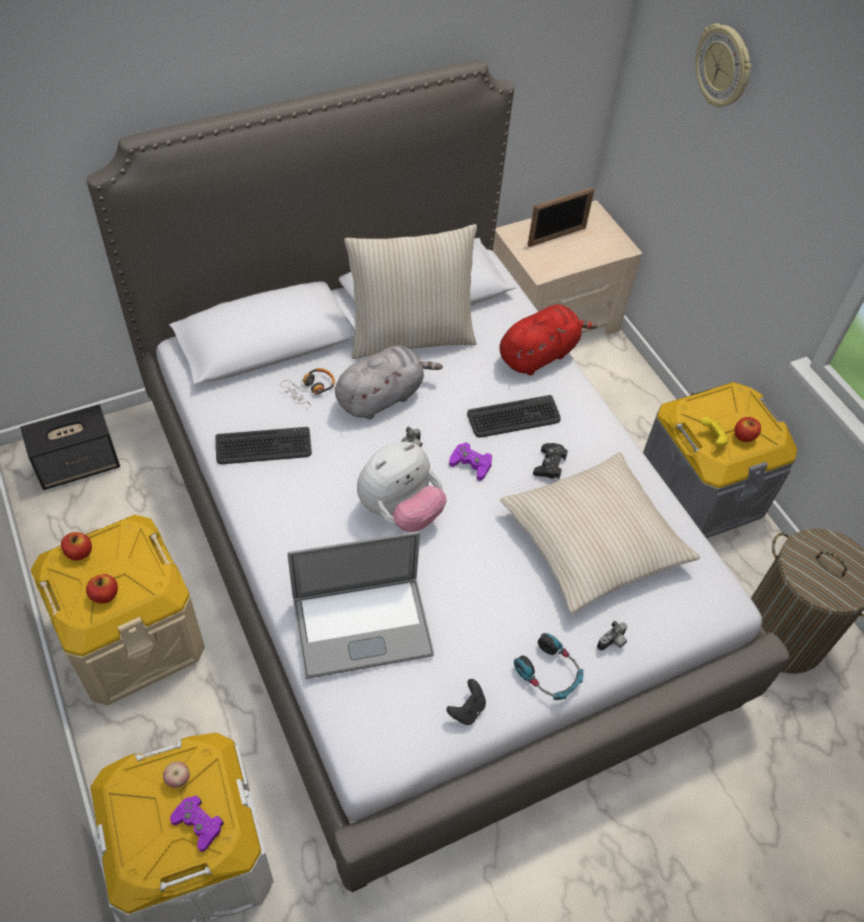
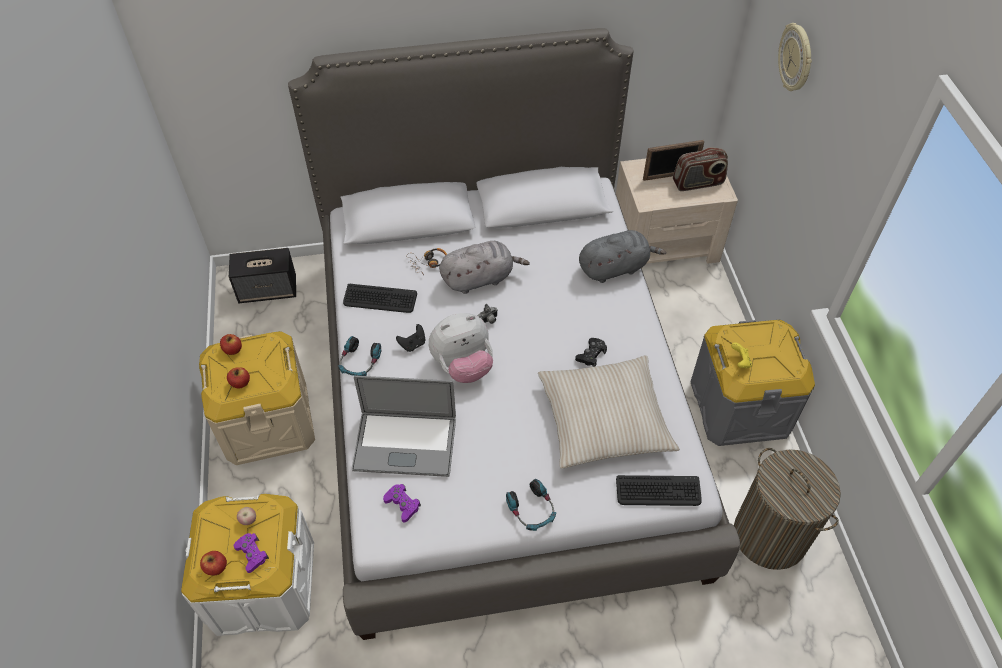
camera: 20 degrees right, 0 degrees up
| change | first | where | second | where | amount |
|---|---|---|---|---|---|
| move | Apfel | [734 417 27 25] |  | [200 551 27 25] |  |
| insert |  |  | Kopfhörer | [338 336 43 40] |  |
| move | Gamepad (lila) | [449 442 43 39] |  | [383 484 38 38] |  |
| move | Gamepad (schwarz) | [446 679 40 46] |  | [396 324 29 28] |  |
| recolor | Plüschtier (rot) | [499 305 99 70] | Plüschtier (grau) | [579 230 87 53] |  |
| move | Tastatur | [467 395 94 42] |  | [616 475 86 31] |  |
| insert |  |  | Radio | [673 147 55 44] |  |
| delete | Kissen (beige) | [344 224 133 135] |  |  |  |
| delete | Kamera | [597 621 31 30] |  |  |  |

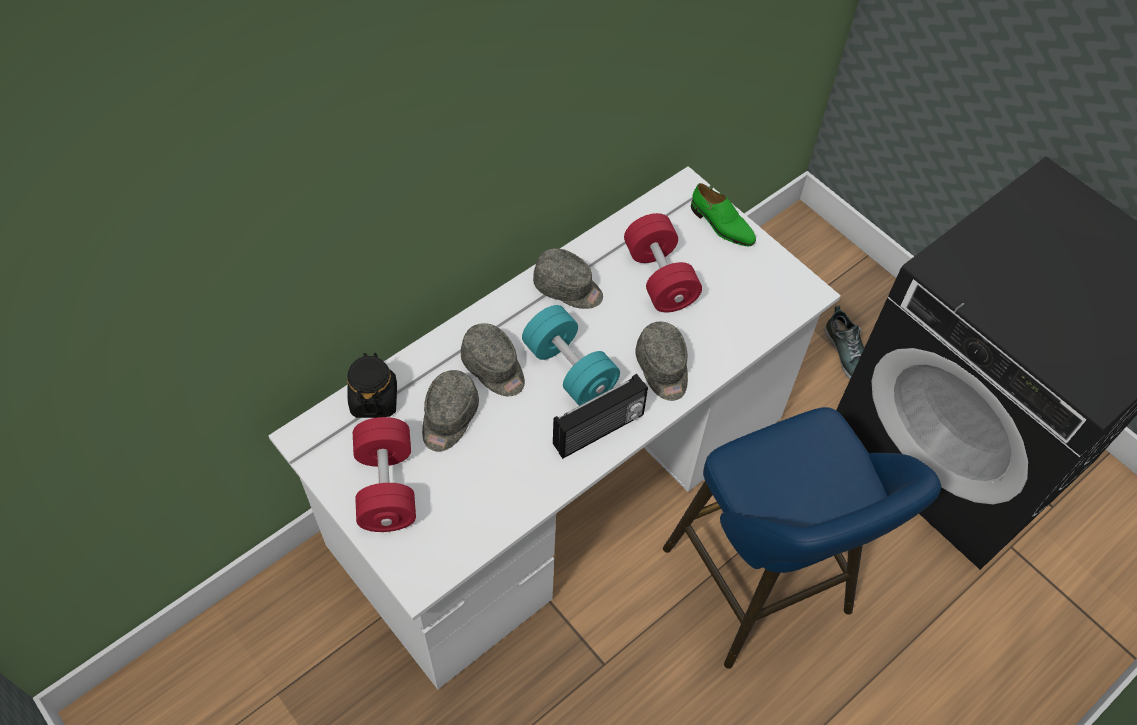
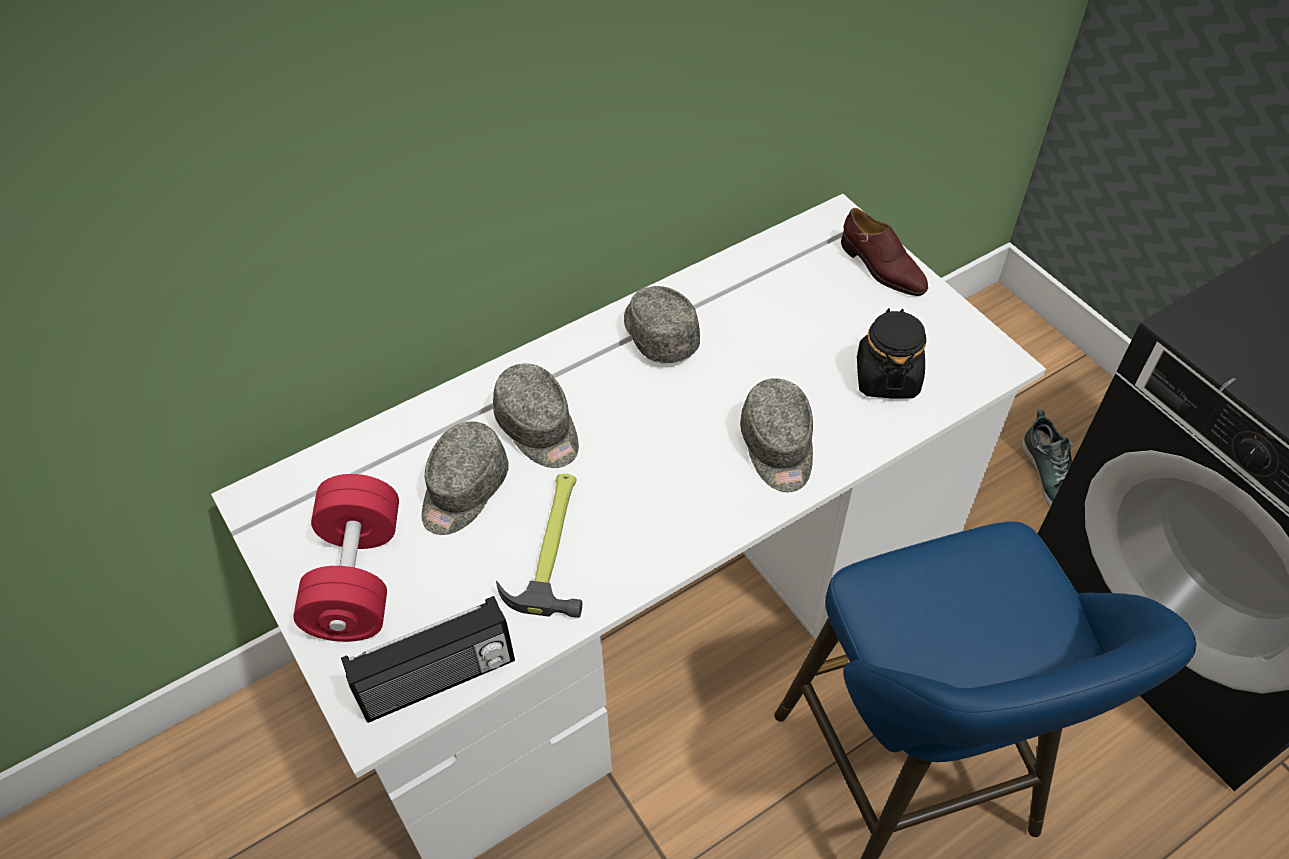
camera: 10 degrees right, 5 degrees down
| change | first | where | second | where | amount |
|---|---|---|---|---|---|
| move | Radio | [553 374 95 85] |  | [341 596 174 127] |  |
| insert |  |  | Hammer | [496 474 86 144] |  |
| rotate | Kappe (grau) | [533 248 70 61] |  | [624 286 76 77] | 150 degrees counterclockwise |
| recolor | Schuh (grün) | [691 183 65 63] | Schuh (braun) | [841 208 87 88] |  |
| move | Vorratsglas (schwarz) | [347 353 50 65] |  | [857 308 70 90] |  |
| delete | Hantel (türkis) | [522 305 98 101] |  |  |  |
| delete | Hantel (rot) | [624 213 78 100] |  |  |  |

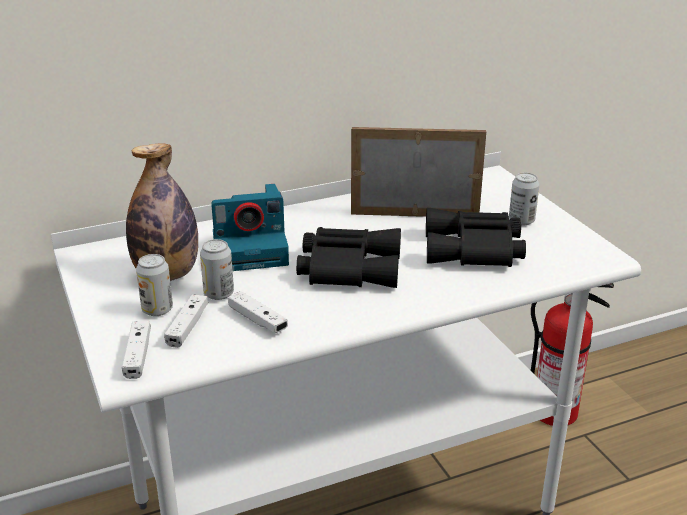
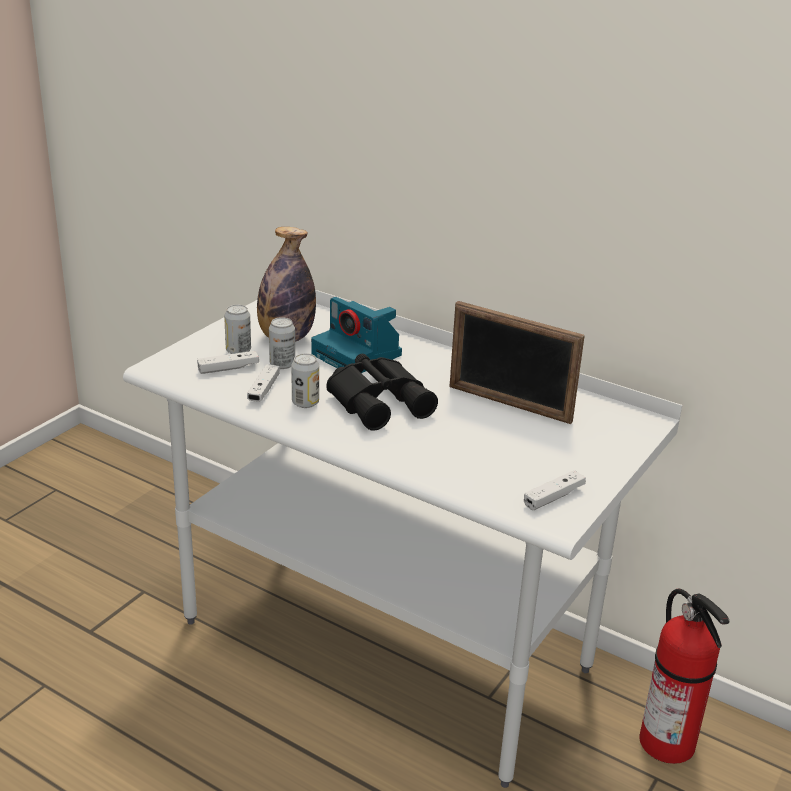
camera: 55 degrees right, 0 degrees up
| change | first | where | second | where | amount |
|---|---|---|---|---|---|
| move | Dose | [509 172 31 54] |  | [291 353 28 55] |  |
| rotate | Bilderrahmen | [351 127 135 90] |  | [449 301 136 123] | 150 degrees clockwise |
| move | Gamepad (weiß) | [122 321 29 58] |  | [524 470 62 40] |  |
| delete | Fernglas (schwarz) | [426 208 100 59] |  |  |  |

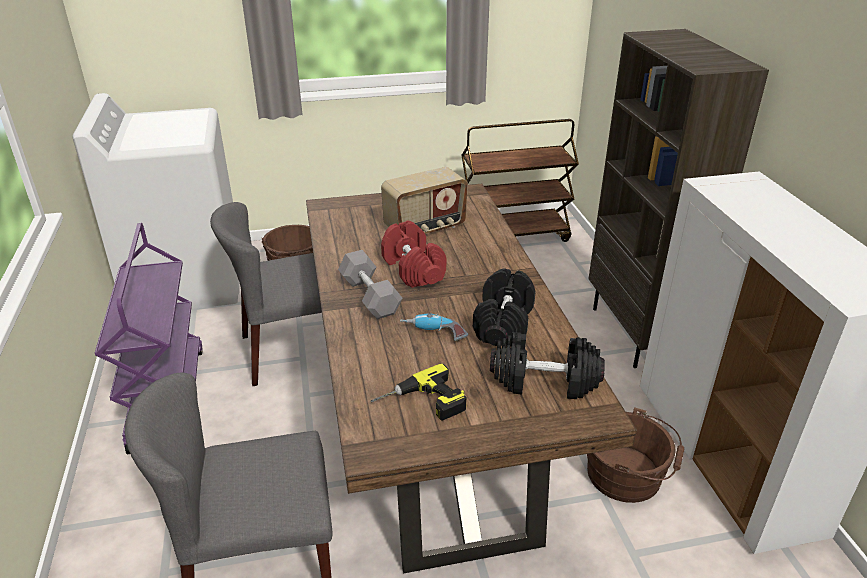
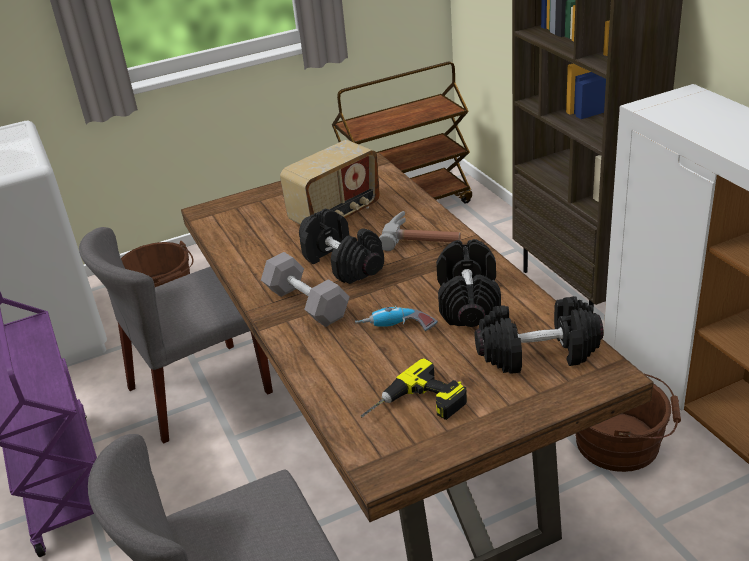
camera: 10 degrees left, 0 degrees up
| change | first | where | second | where | amount |
|---|---|---|---|---|---|
| recolor | Hantel (rot) | [381 221 65 67] | Hantel (schwarz) | [299 209 85 75] |  |
| insert |  |  | Hammer | [379 211 82 40] |  |

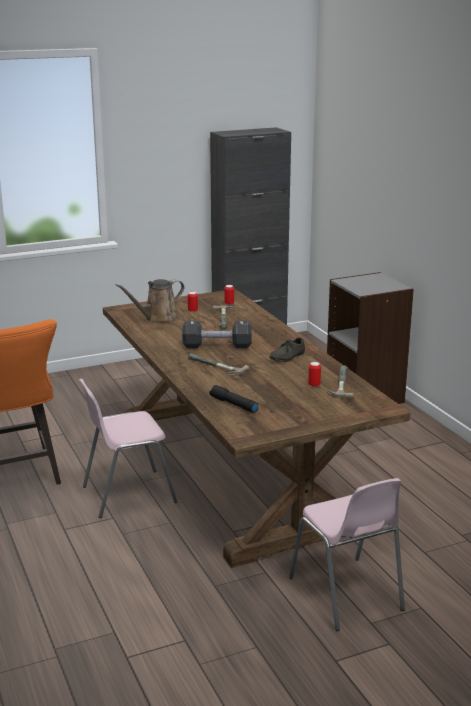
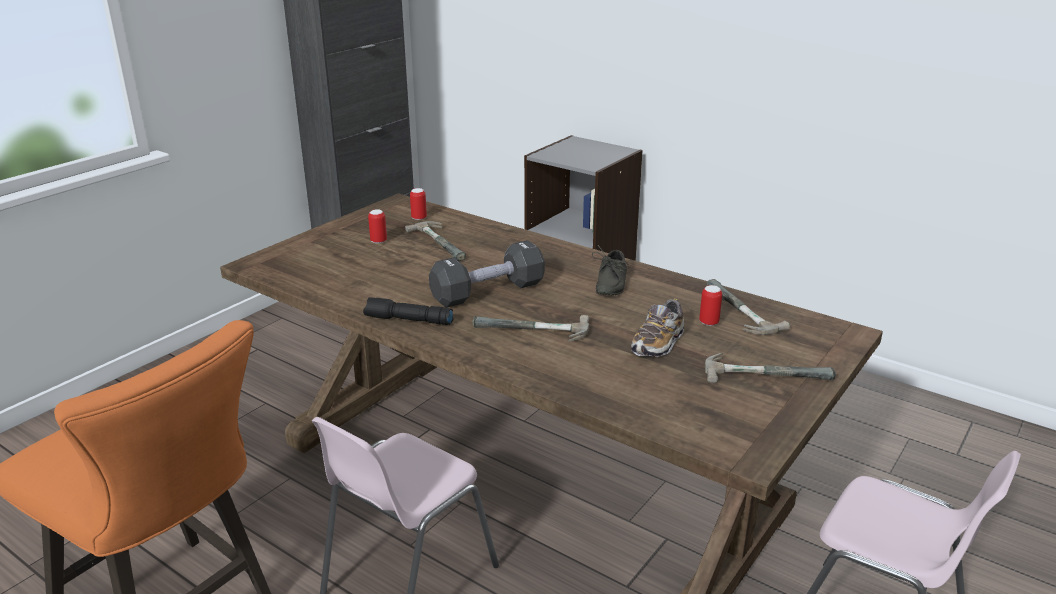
camera: 30 degrees left, 5 degrees up
| change | first | where | second | where | amount |
|---|---|---|---|---|---|
| move | Taschenlampe (schwarz) | [209 385 49 28] |  | [363 297 90 28] |  |
| insert |  |  | Schuh | [631 298 53 59] |  |
| insert |  |  | Hammer | [705 353 131 30] |  |
| delete | Gießkanne (braun) | [116 279 68 44] |  |  |  |

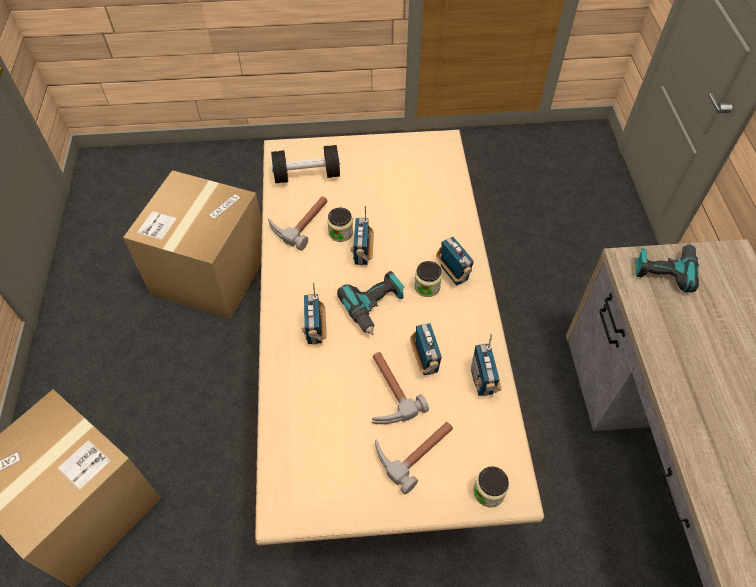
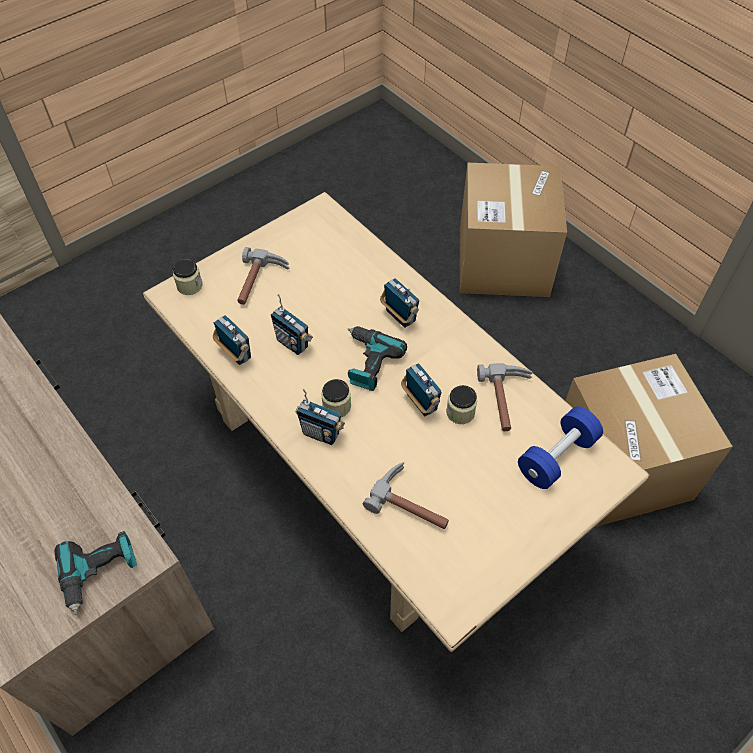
camera: 145 degrees right, 0 degrees up
| change | first | where | second | where | amount |
|---|---|---|---|---|---|
| move | Hammer | [372 352 57 72] |  | [363 462 86 67] |  |
| recolor | Hantel (schwarz) | [271 145 69 38] | Hantel (blau) | [518 406 85 83] |  |

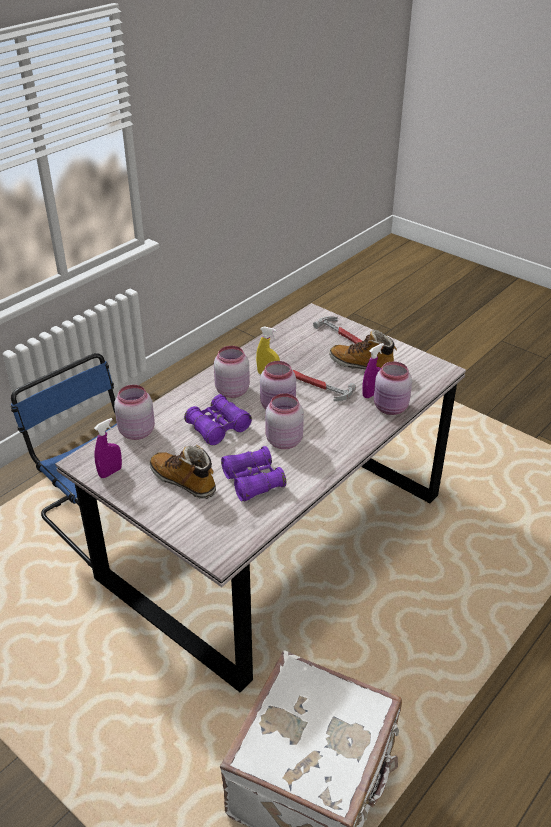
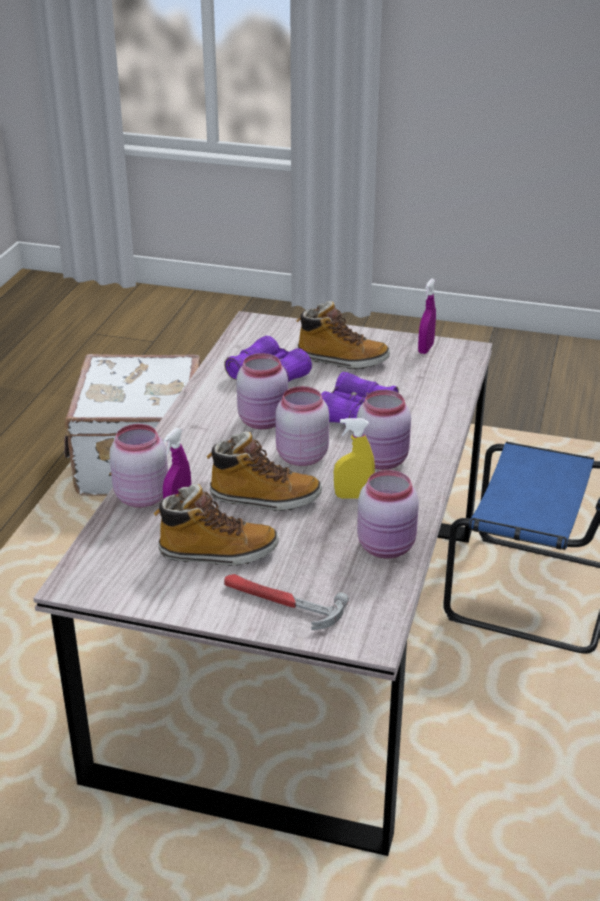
camera: 155 degrees right, 5 degrees down
| change | first | where | second | where | amount |
|---|---|---|---|---|---|
| replace | Hammer | [293 370 63 31] | Stiefel | [207 432 115 79] |  |
| move | Vorratsglas (rosa) | [114 385 41 55] |  | [357 470 62 89] |  |

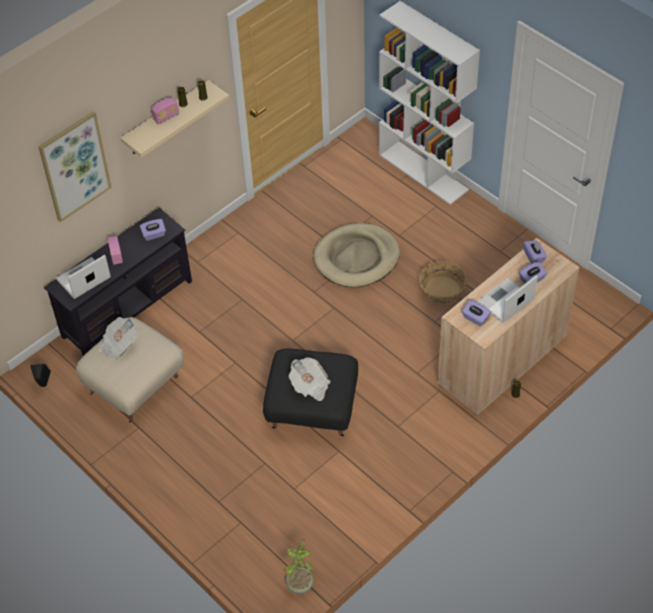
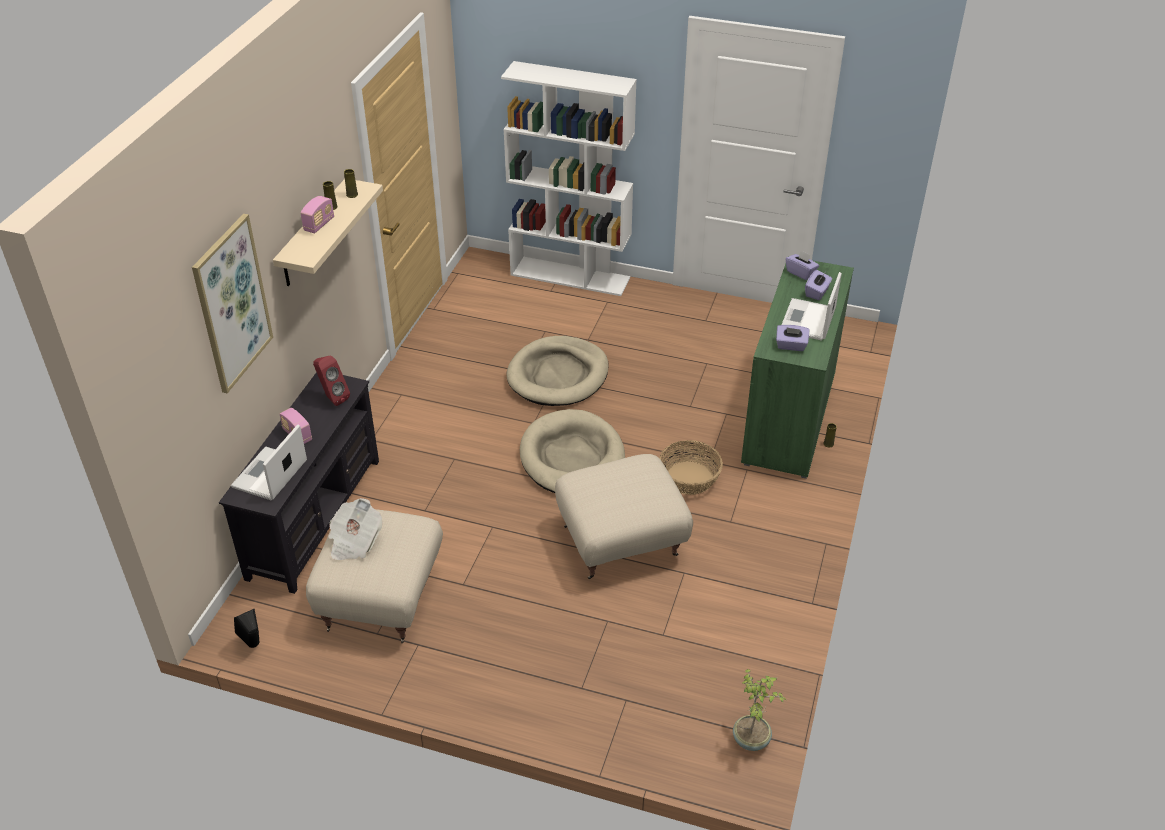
camera: 30 degrees left, 10 degrees down
| change | first | where | second | where | amount |
|---|---|---|---|---|---|
| replace | Taschentuchbox (lila) | [140 219 26 22] | Lautsprecher (rot) | [313 356 37 50] |  |
| insert |  |  | Hundebett (beige) | [520 409 105 84] |  |
| recolor | Polsterhocker (schwarz) | [263 349 95 87] | Polsterhocker (beige) | [555 454 138 125] |  |
| move | Korb | [419 261 48 43] |  | [659 440 64 55] |  |
| recolor | Schrank (beige) | [437 238 143 178] | Schrank (grün) | [741 256 113 223] |  |
| delete | Zeitung | [289 357 42 44] |  |  |  |

